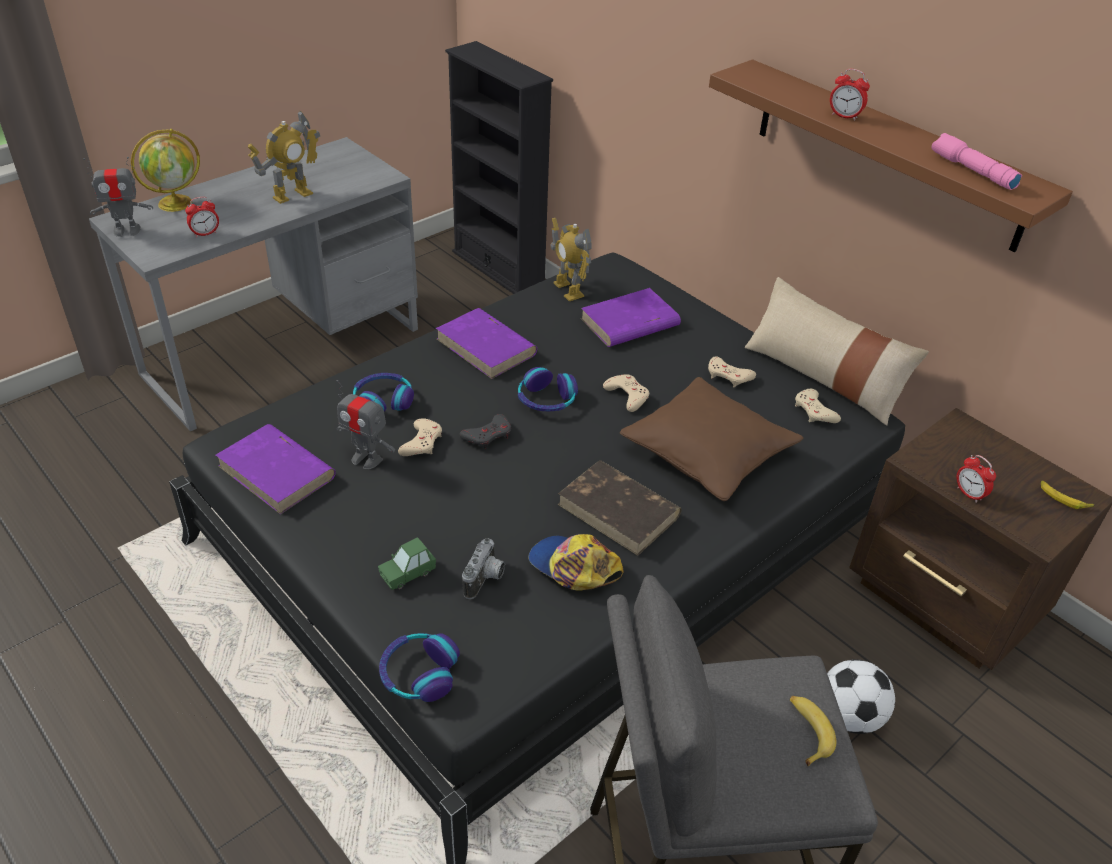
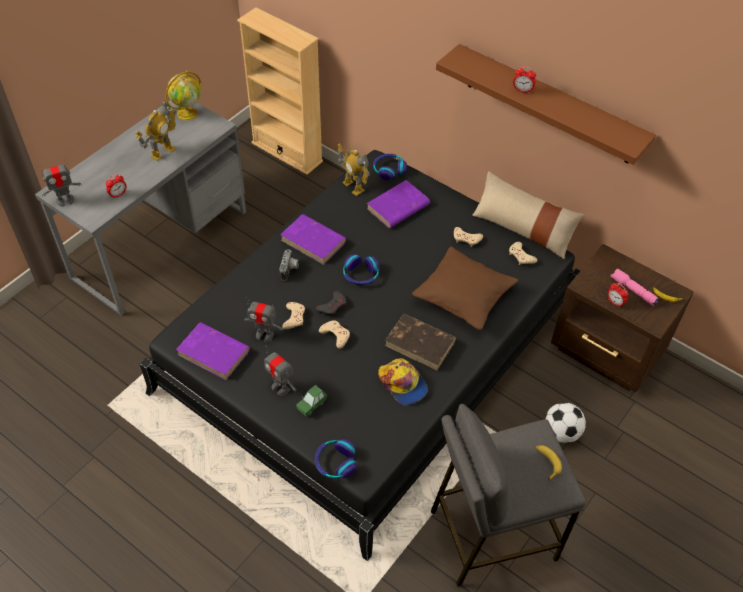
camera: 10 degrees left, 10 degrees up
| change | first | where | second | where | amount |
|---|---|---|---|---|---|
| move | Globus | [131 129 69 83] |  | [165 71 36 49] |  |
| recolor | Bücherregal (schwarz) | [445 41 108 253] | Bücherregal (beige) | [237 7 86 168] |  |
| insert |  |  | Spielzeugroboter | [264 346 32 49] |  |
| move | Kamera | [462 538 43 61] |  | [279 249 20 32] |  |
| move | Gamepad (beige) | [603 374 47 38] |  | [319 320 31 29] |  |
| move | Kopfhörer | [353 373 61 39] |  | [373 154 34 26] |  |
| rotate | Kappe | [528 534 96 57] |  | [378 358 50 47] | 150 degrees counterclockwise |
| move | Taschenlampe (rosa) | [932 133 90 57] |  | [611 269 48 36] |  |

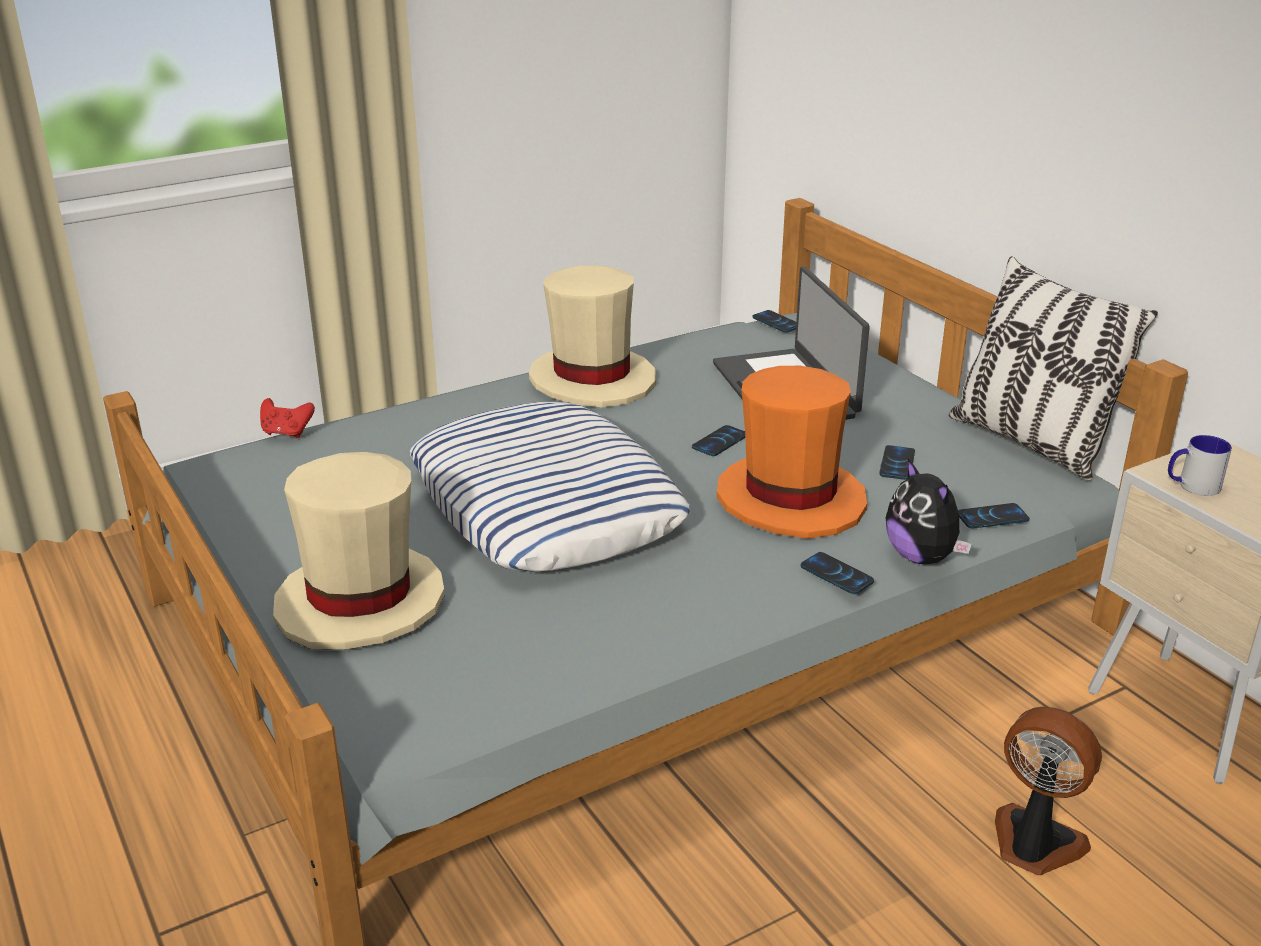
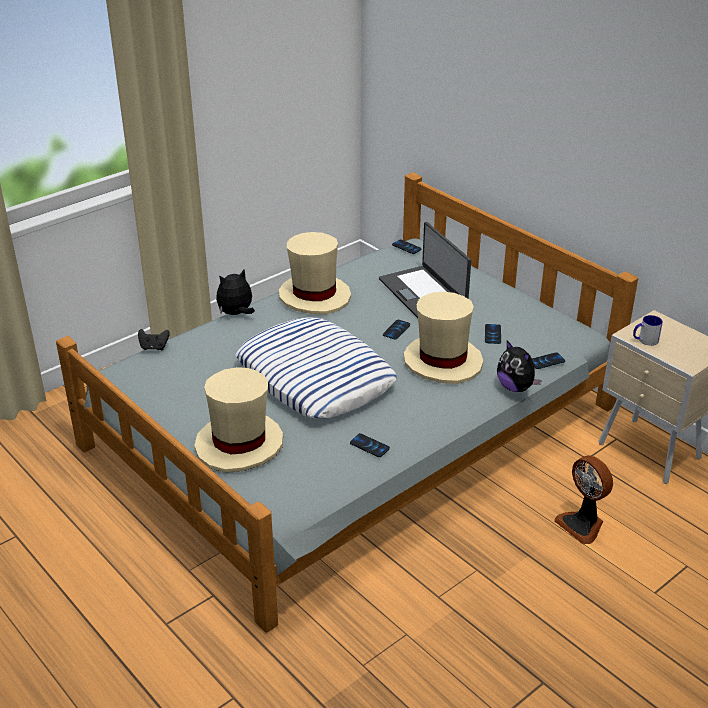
camera: 10 degrees left, 5 degrees up
| change | first | where | second | where | amount |
|---|---|---|---|---|---|
| recolor | Gamepad (rot) | [260 398 55 40] | Gamepad (schwarz) | [138 329 32 22] |  |
| insert |  |  | Plüschtier | [216 269 39 46] |  |
| move | Handy | [800 552 74 42] |  | [350 433 40 24] |  |
| recolor | Hut (orange) | [717 366 150 173] | Hut (beige) | [404 292 79 92] |  |
| rotate | Ventilator | [995 707 107 168] |  | [554 455 59 89] | 150 degrees counterclockwise |
| delete | Kissen | [949 256 209 224] |  |  |  |

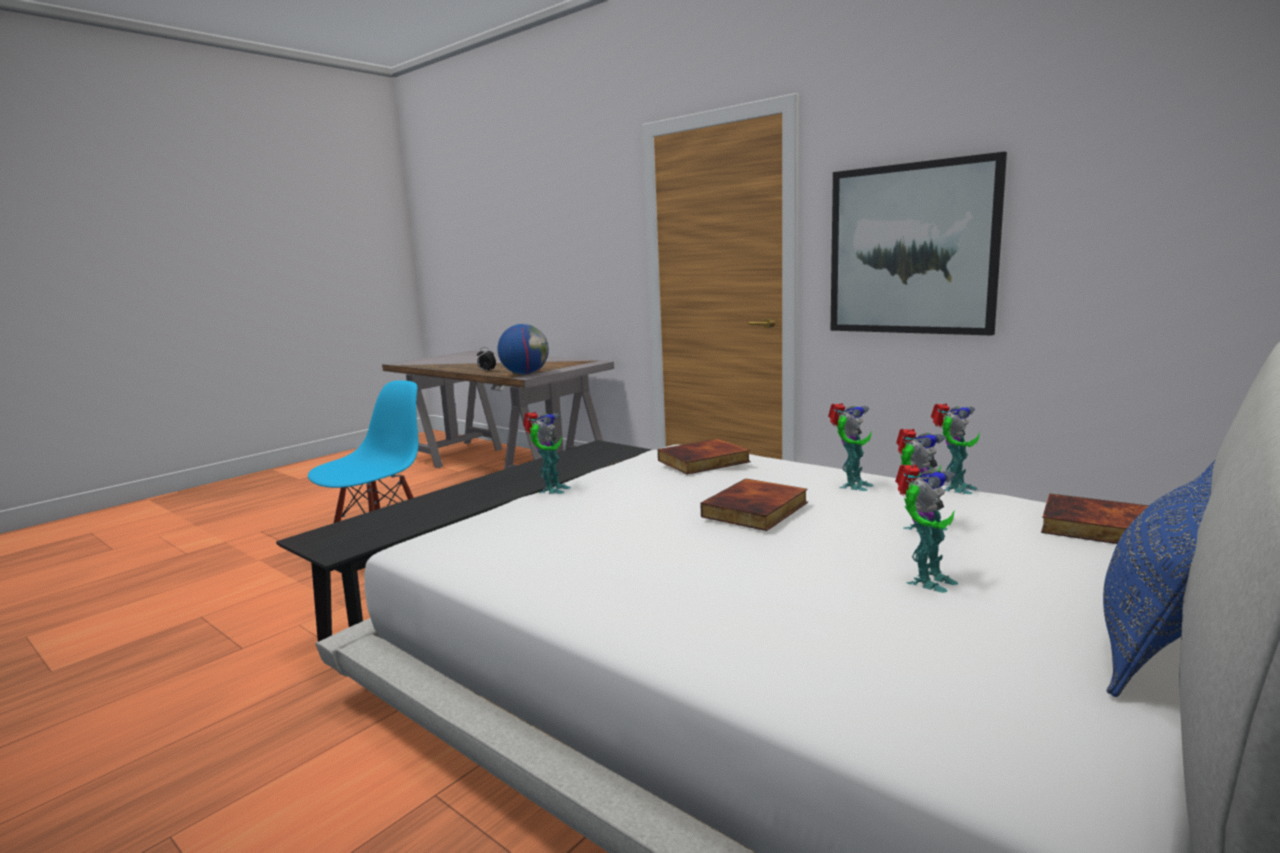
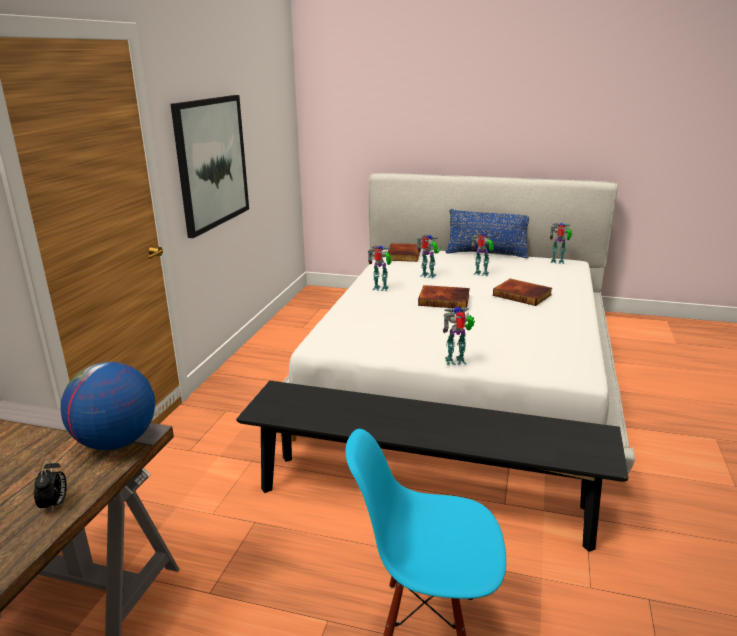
camera: 115 degrees left, 10 degrees up
| change | first | where | second | where | amount |
|---|---|---|---|---|---|
| move | Buch | [658 439 93 36] |  | [493 279 59 27] |  |
| move | Spielzeugroboter | [931 403 49 91] |  | [550 223 22 41] |  |

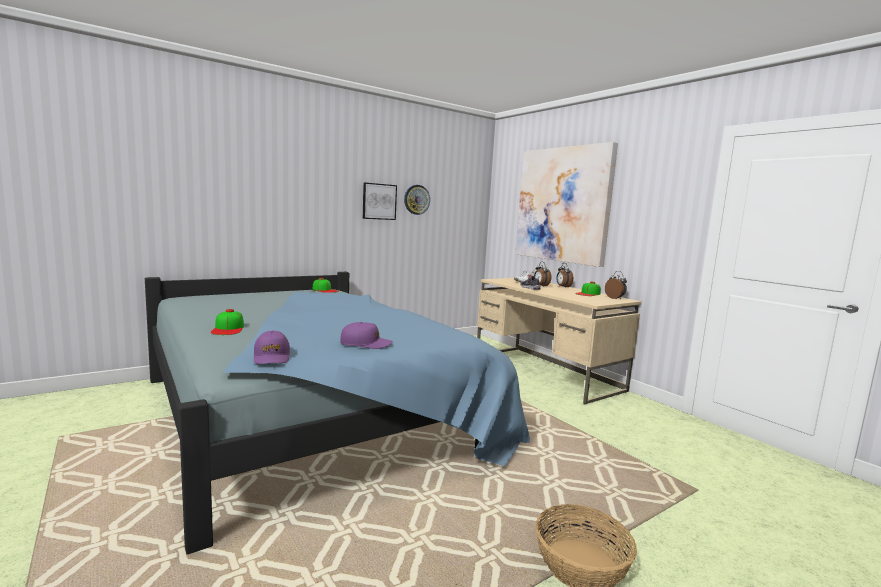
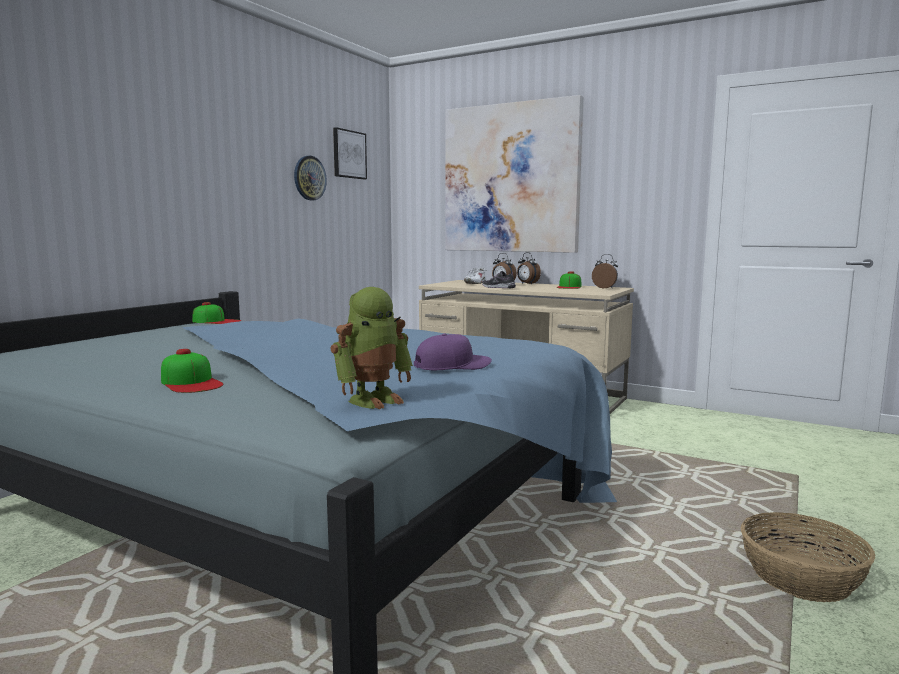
camera: 25 degrees left, 0 degrees up
| change | first | where | second | where | amount |
|---|---|---|---|---|---|
| replace | Kappe (lila) | [254 331 36 33] | Spielzeugroboter | [331 287 82 122] |  |
| move | Bild | [363 182 34 38] |  | [333 127 34 52] |  |

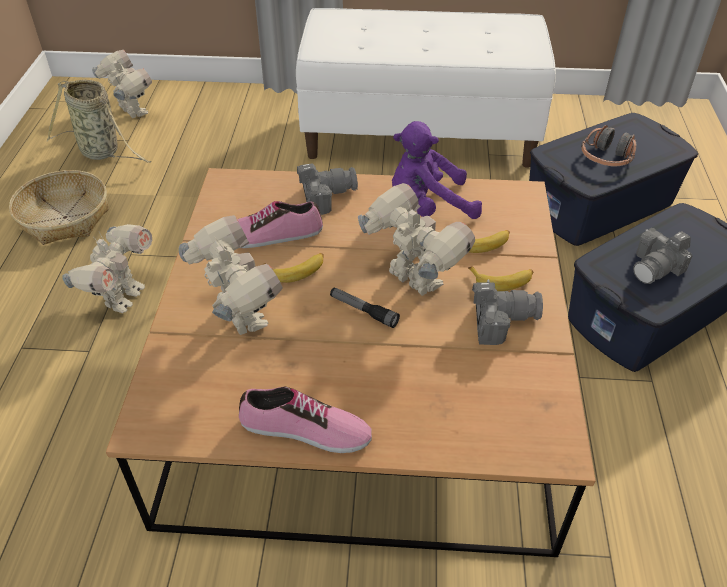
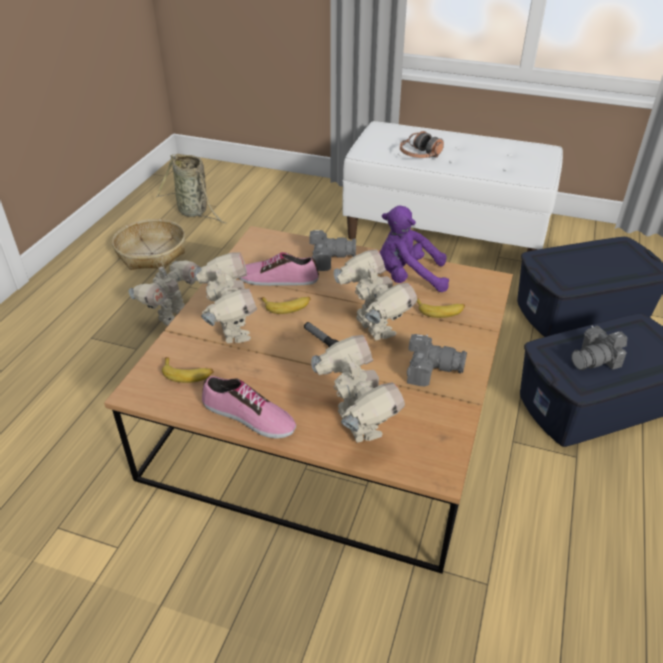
camera: 15 degrees right, 5 degrees down
| change | first | where | second | where | amount |
|---|---|---|---|---|---|
| move | Banane | [468 266 65 25] |  | [162 357 52 26] |  |
| move | Spielzeugroboter | [92 50 60 68] |  | [311 335 94 108] |  |
| move | Kopfhörer | [581 125 55 41] |  | [400 131 44 27] |  |

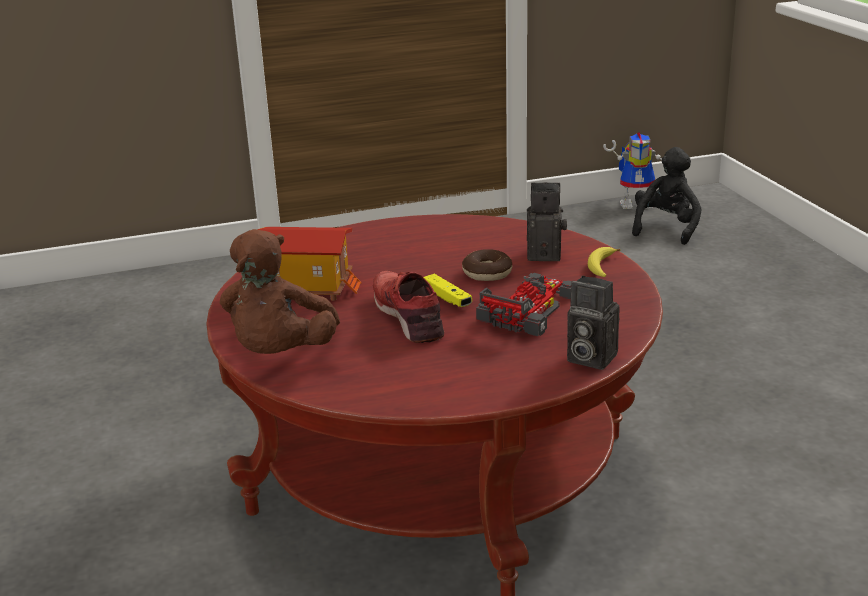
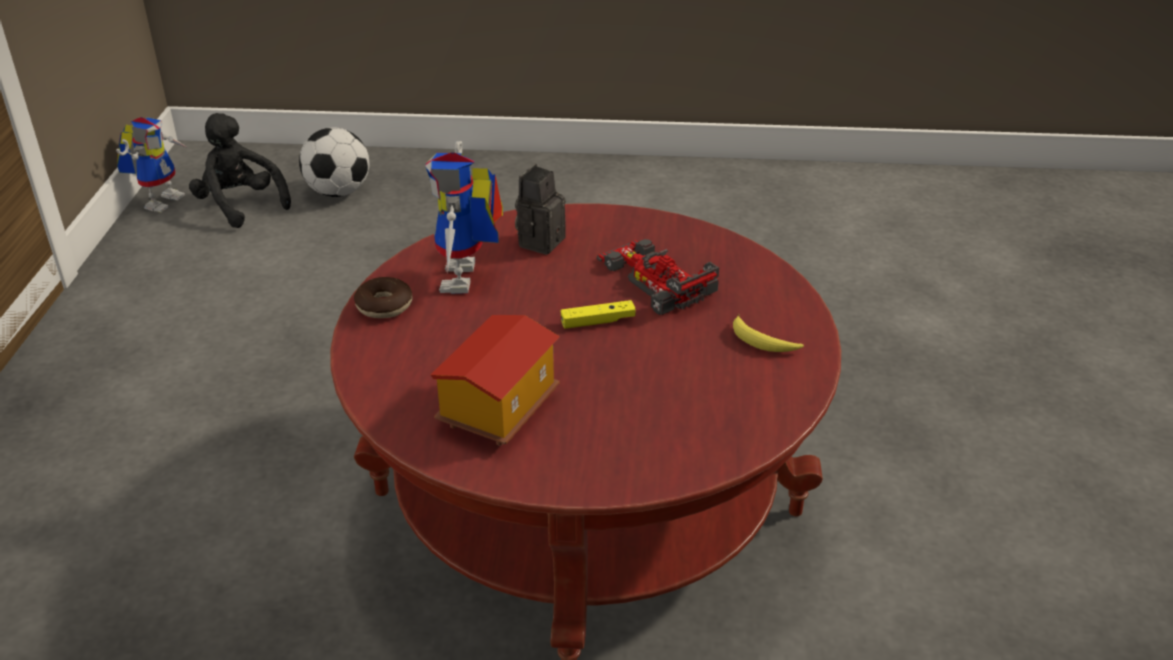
camera: 70 degrees left, 10 degrees up
| change | first | where | second | where | amount |
|---|---|---|---|---|---|
| insert |  |  | Fußball | [299 127 71 70] |  |
| move | Donut | [462 249 50 32] |  | [354 277 58 41] |  |
| insert |  |  | Spielzeugroboter | [425 141 78 153] |  |
| move | Banane | [588 247 32 30] |  | [733 314 71 38] |  |
| delete | Plüschtier (braun) | [220 229 120 125] |  |  |  |
| delete | Schuh (rot) | [373 271 71 72] |  |  |  |
| delete | Kamera | [567 276 53 94] |  |  |  |

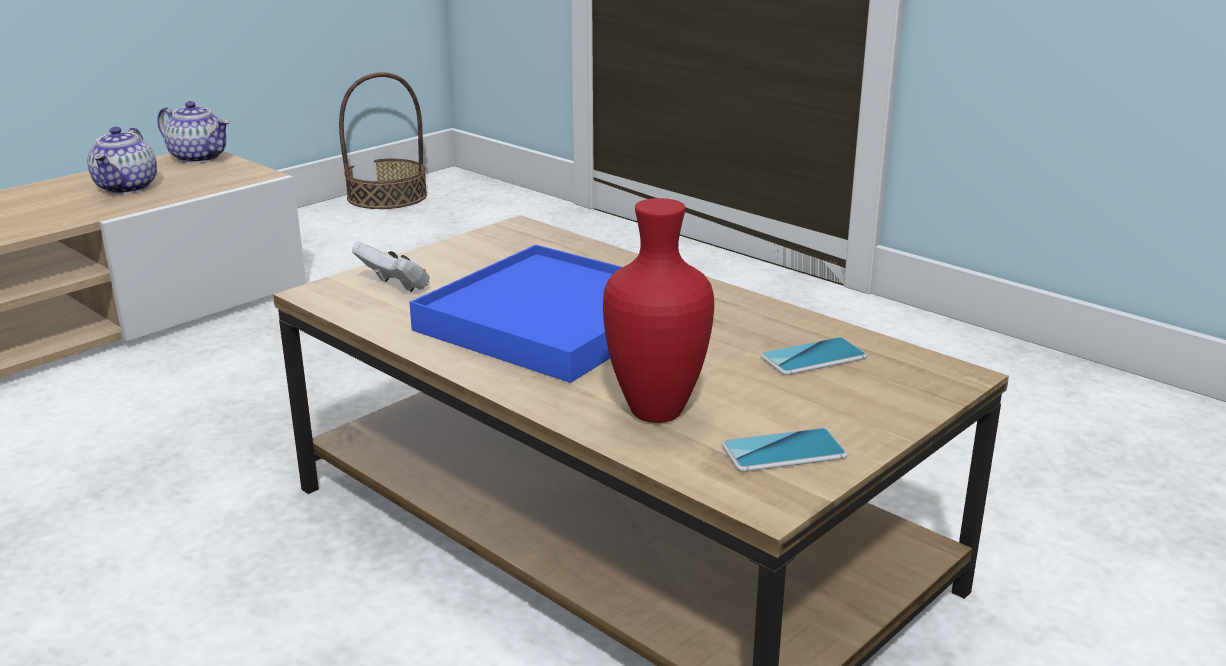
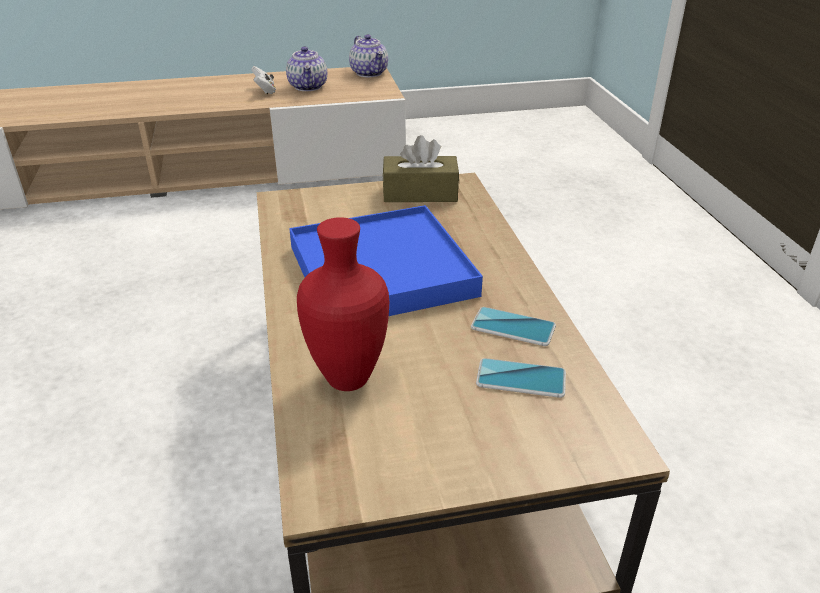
camera: 35 degrees right, 10 degrees up
| change | first | where | second | where | amount |
|---|---|---|---|---|---|
| move | Gamepad (weiß) | [352 241 78 51] |  | [251 66 25 28] |  |
| rotate | Teekanne | [88 127 69 67] |  | [286 46 41 45] | 45 degrees counterclockwise |
| insert |  |  | Taschentuchbox (braun) | [382 135 77 67] |  |
| move | Handy | [722 428 126 44] |  | [471 307 85 39] |  |
| delete | Korb | [339 72 88 137] |  |  |  |

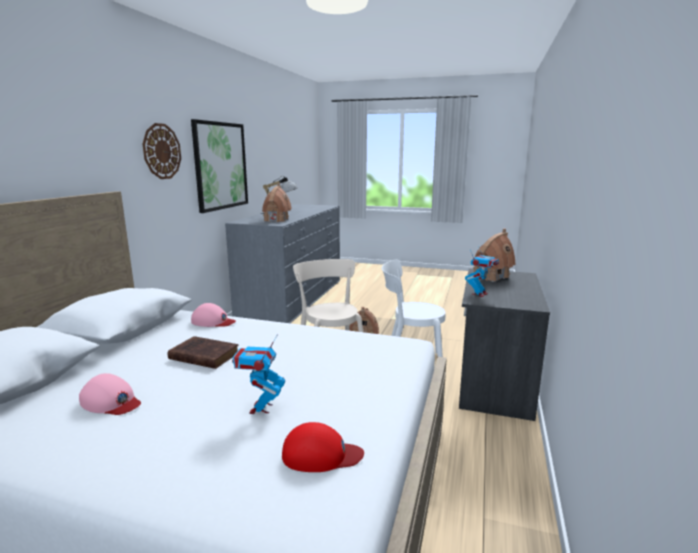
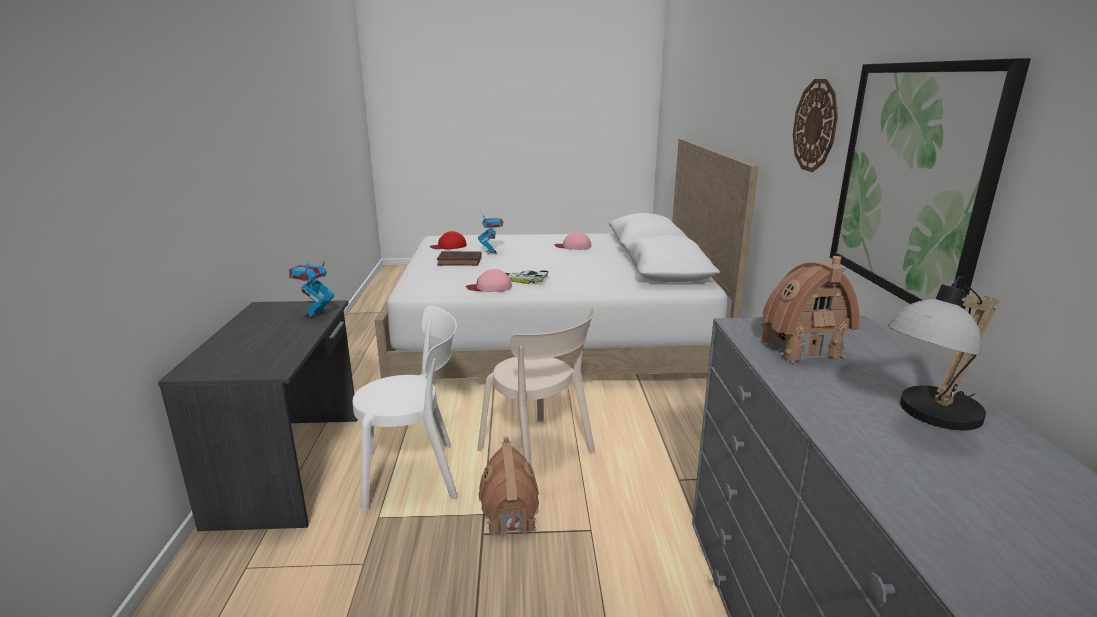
camera: 160 degrees right, 5 degrees up
| change | first | where | second | where | amount |
|---|---|---|---|---|---|
| move | Buch (braun) | [168 336 71 33] |  | [437 251 45 15] |  |
| move | Kappe (rosa) | [191 303 45 24] |  | [466 269 46 23] |  |
| insert |  |  | Spielzeugauto | [506 270 42 14] |  |
| delete | Spielzeughaus | [473 228 42 54] |  |  |  |

